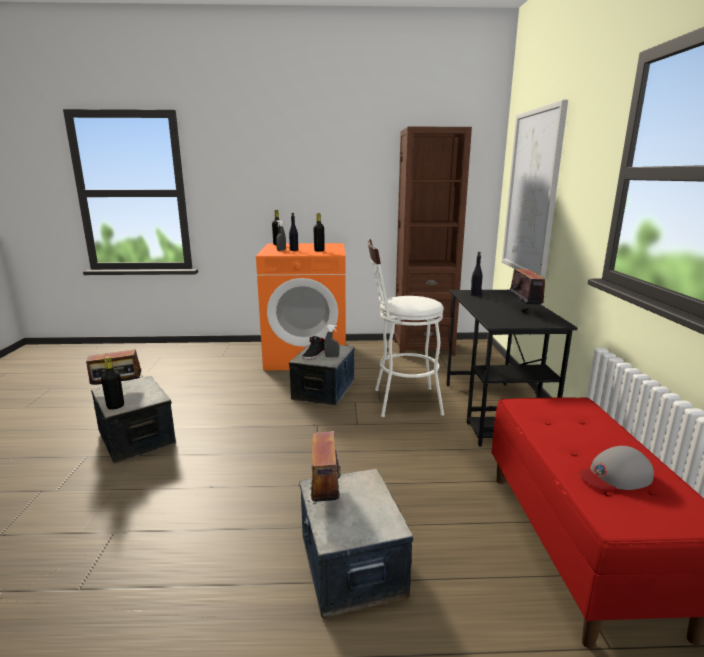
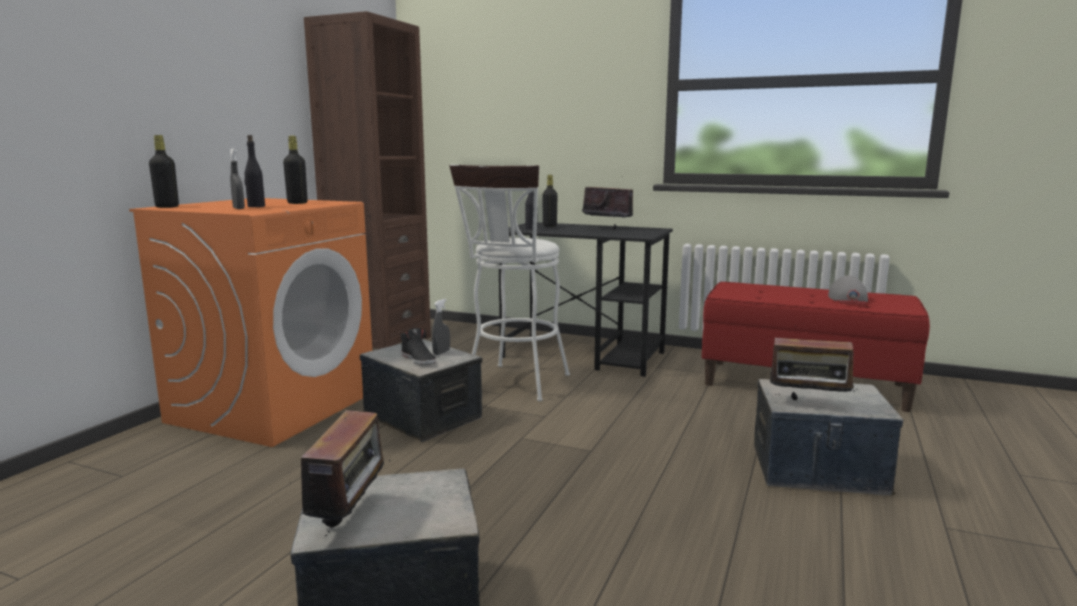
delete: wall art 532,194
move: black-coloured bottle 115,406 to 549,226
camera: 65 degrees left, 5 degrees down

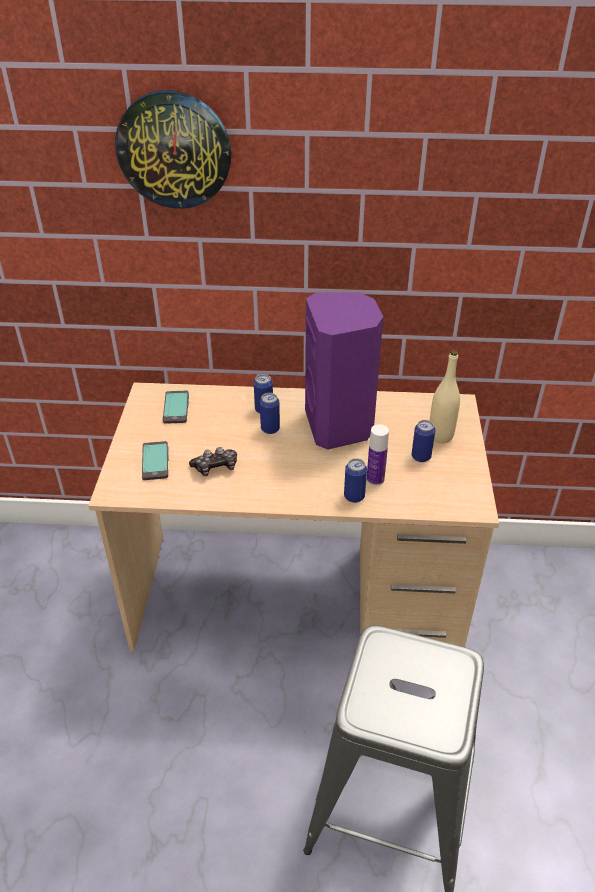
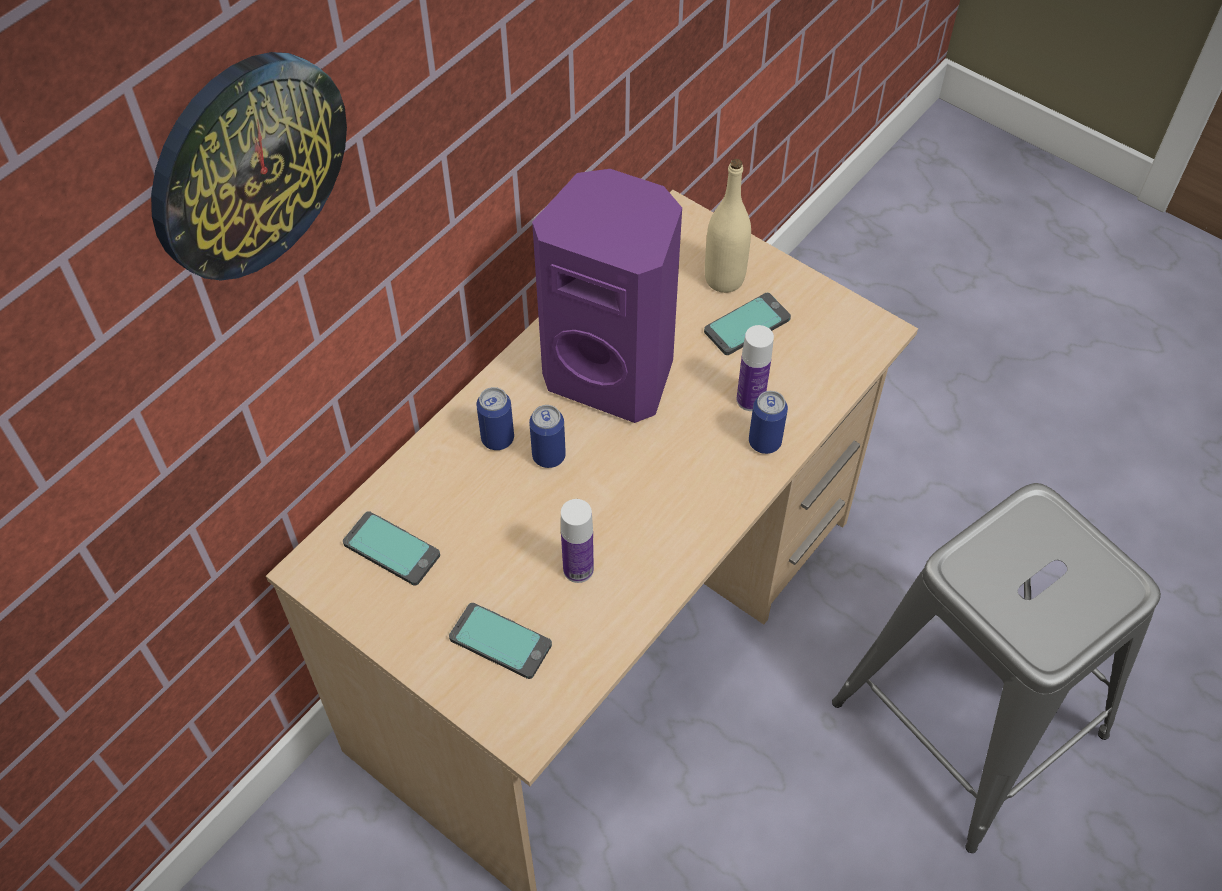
replace: joypad 215,467 to bottle 578,569; sealed can 421,456 to phone 746,325
camera: 55 degrees left, 15 degrees up

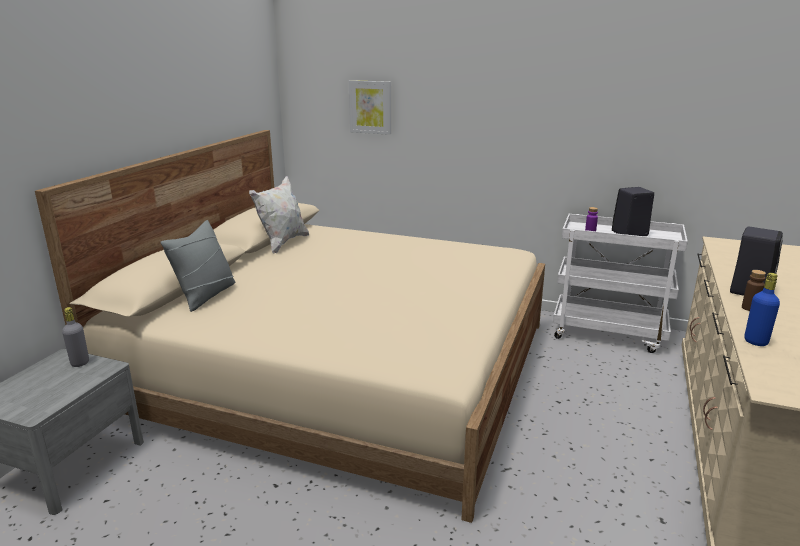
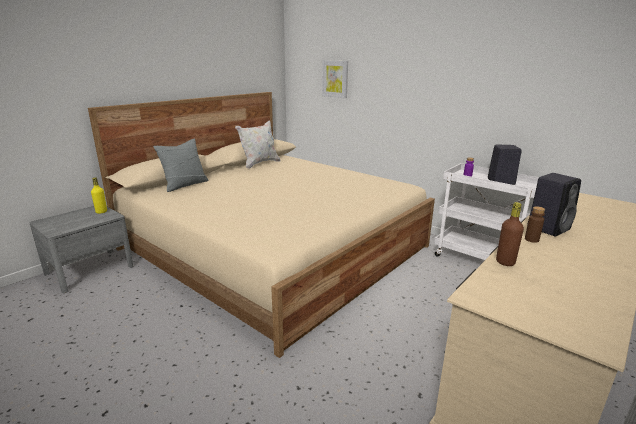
recolor: gray bottle 80,363 to yellow-coloured bottle 101,212; blue bottle 755,341 to brownish bottle 505,262
camera: 20 degrees right, 0 degrees up

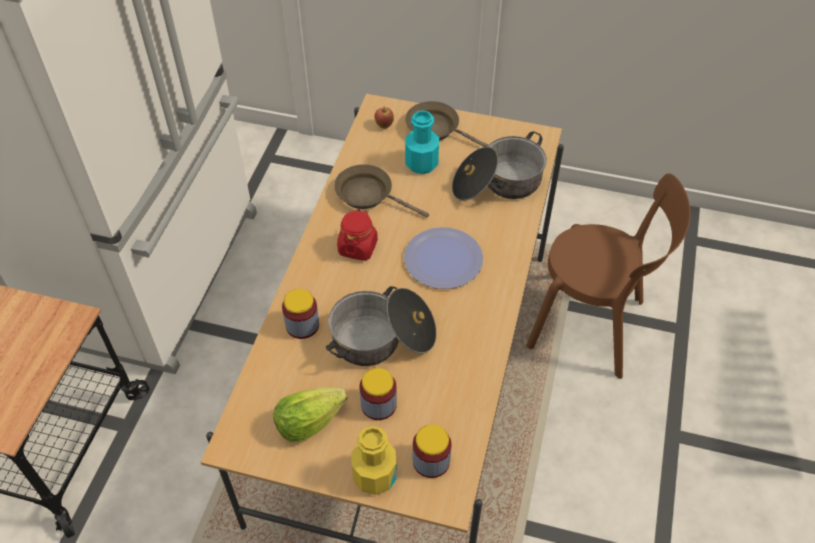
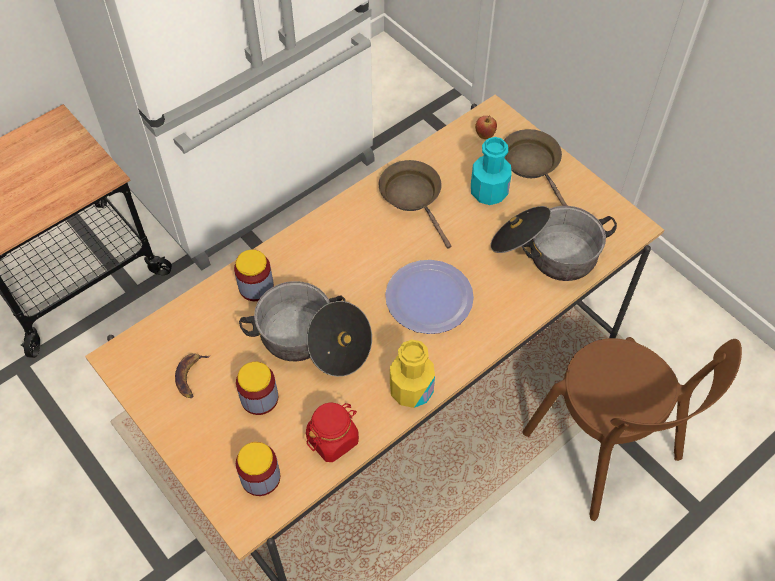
move: reddish jar 358,247 to 333,439; yellow-coloured bottle 374,476 to 411,390
replace: head of lettuce 308,422 to whole banana 191,376
camera: 35 degrees right, 5 degrees up

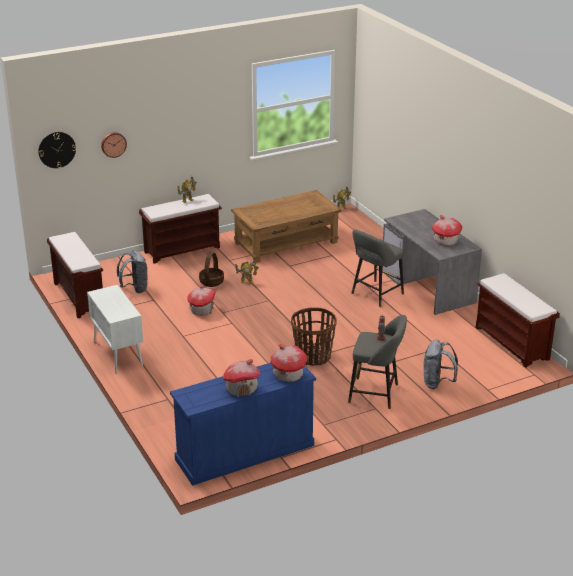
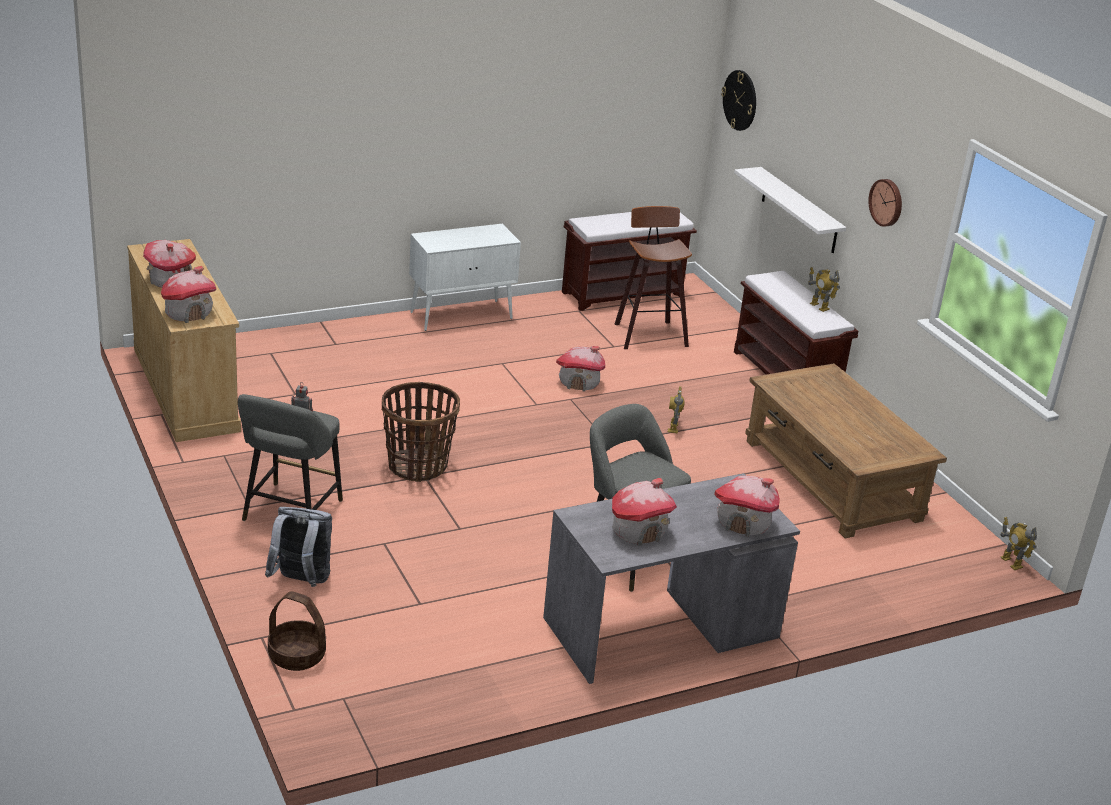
delete: brownish long seat 512,343
insert: miniature house 744,523; white shelf 799,211
move: basket 211,281 to 297,655; wall clock 113,144 to 887,202
replace: gray backpack 135,289 to stool seat 648,334
recolor: blue dresser 244,453 to beige dresser 185,388
camera: 90 degrees right, 0 degrees up

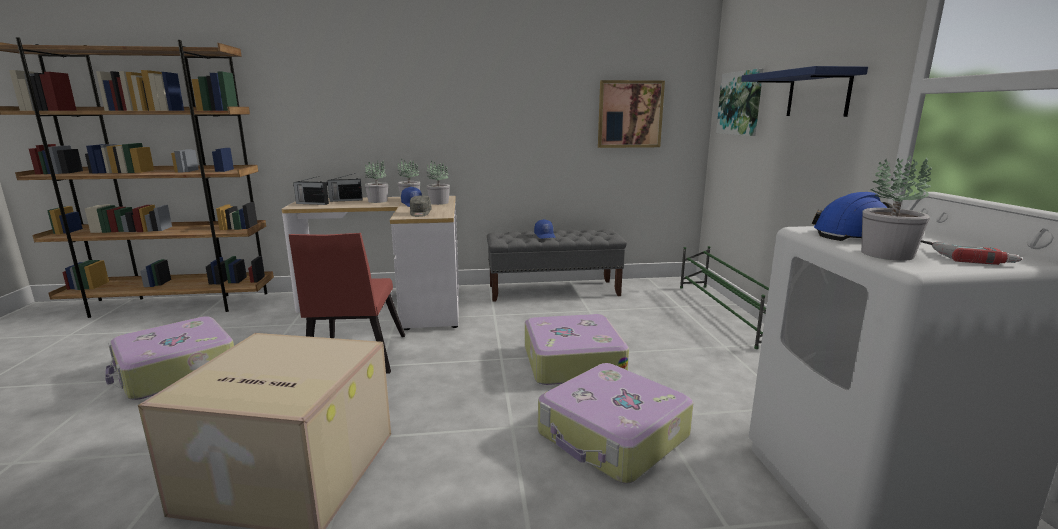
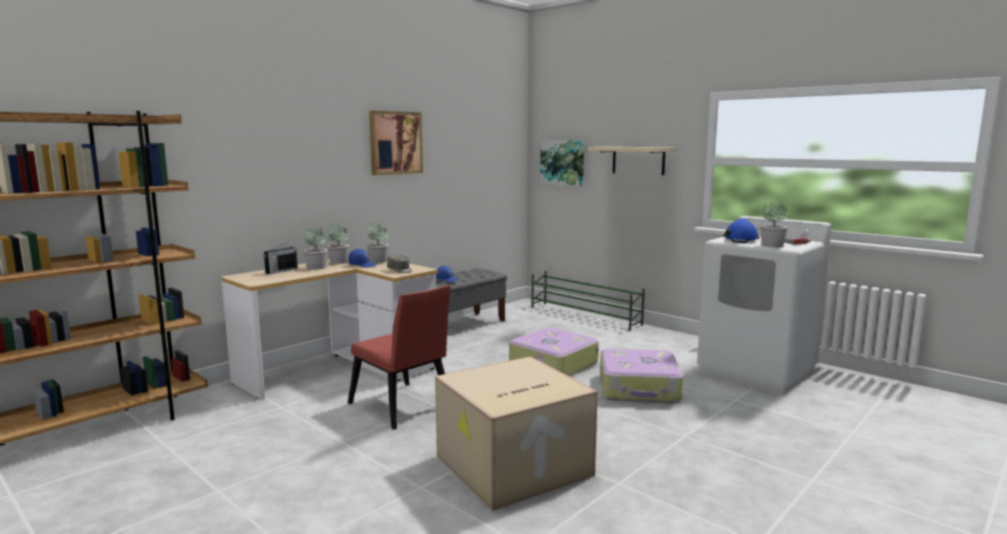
delete: piece of luggage 176,371; radio set 312,203
move: wall art 630,114 to 395,143
recolor: blue shelf 818,94 to beige shelf 638,160
camera: 40 degrees left, 5 degrees down

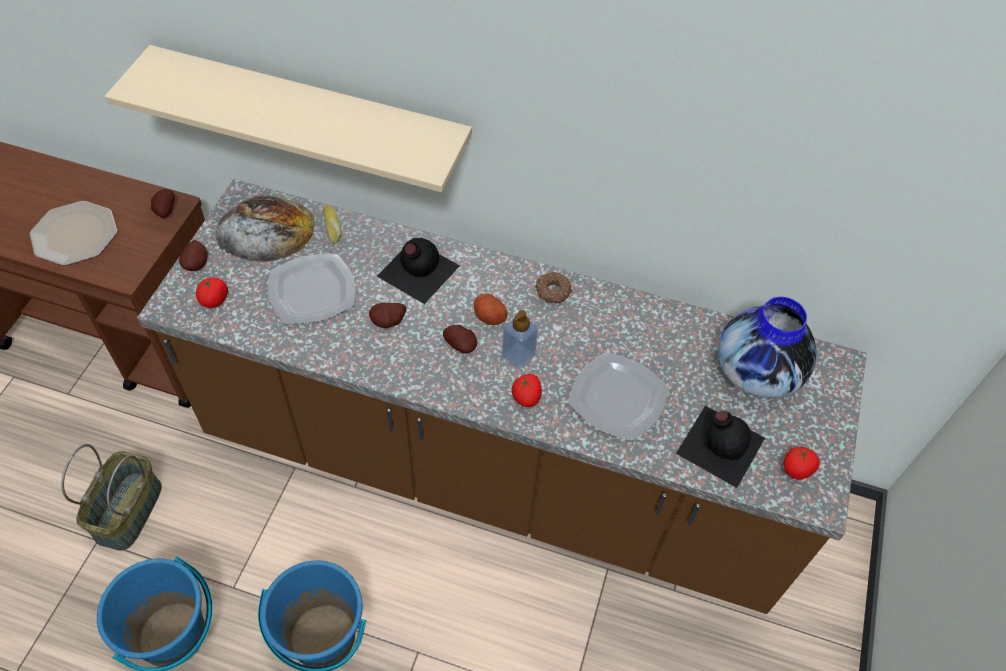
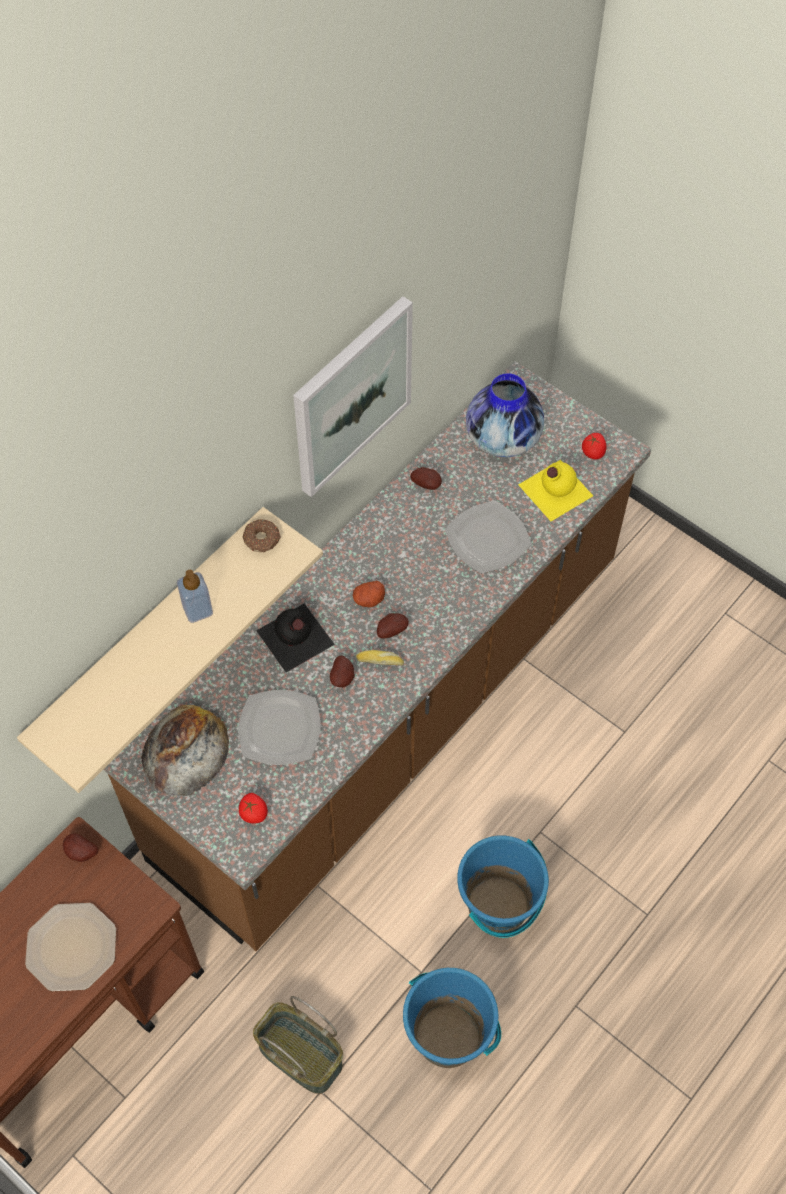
delete: tomato 526,397
insert: wall art 351,395
move: soap dispenser 518,355 to 197,610; ring doughnut 553,292 to 262,539; baked bread 333,227 to 380,660; whole potato 198,264 to 427,484
recolor: black-coloured bottle 720,444 to yellow-coloured bottle 554,490
camera: 65 degrees left, 5 degrees up

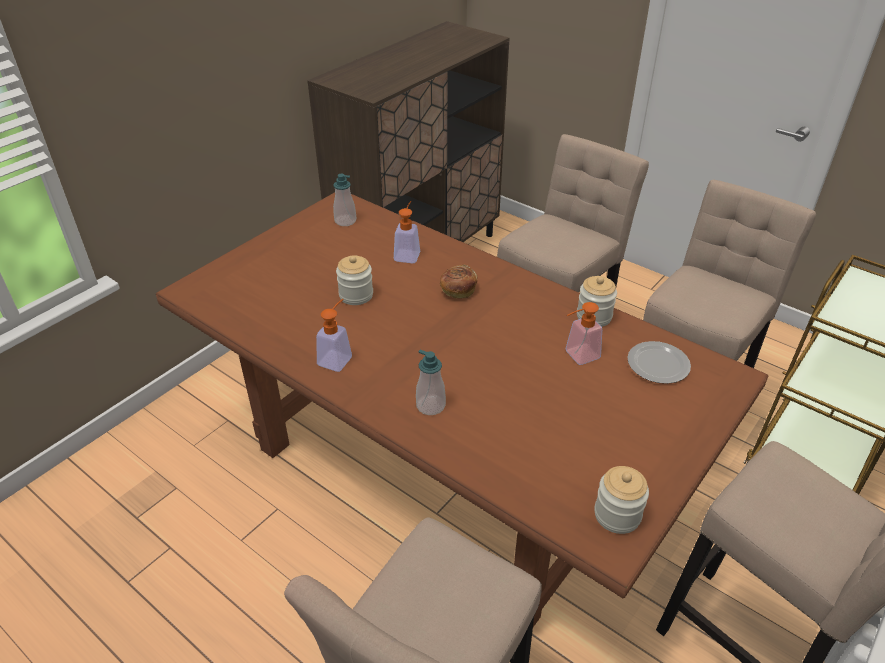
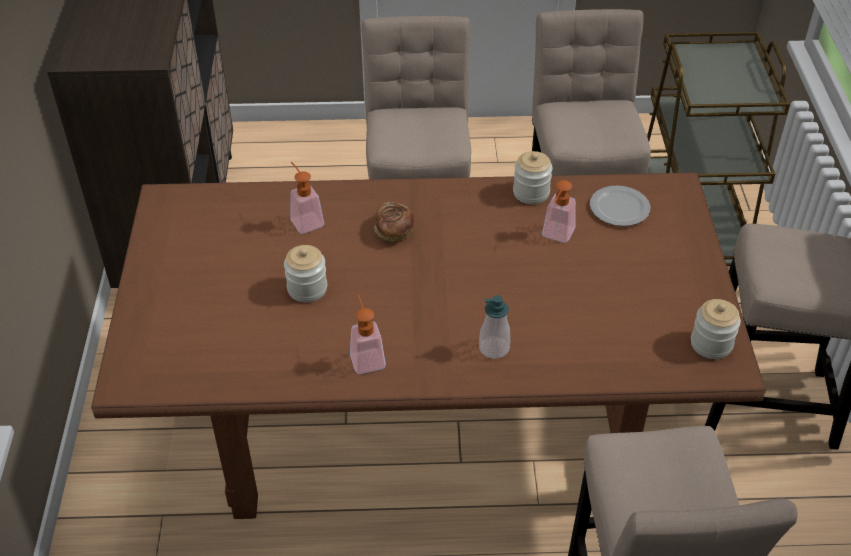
delete: soap dispenser 345,221
camera: 40 degrees left, 5 degrees up

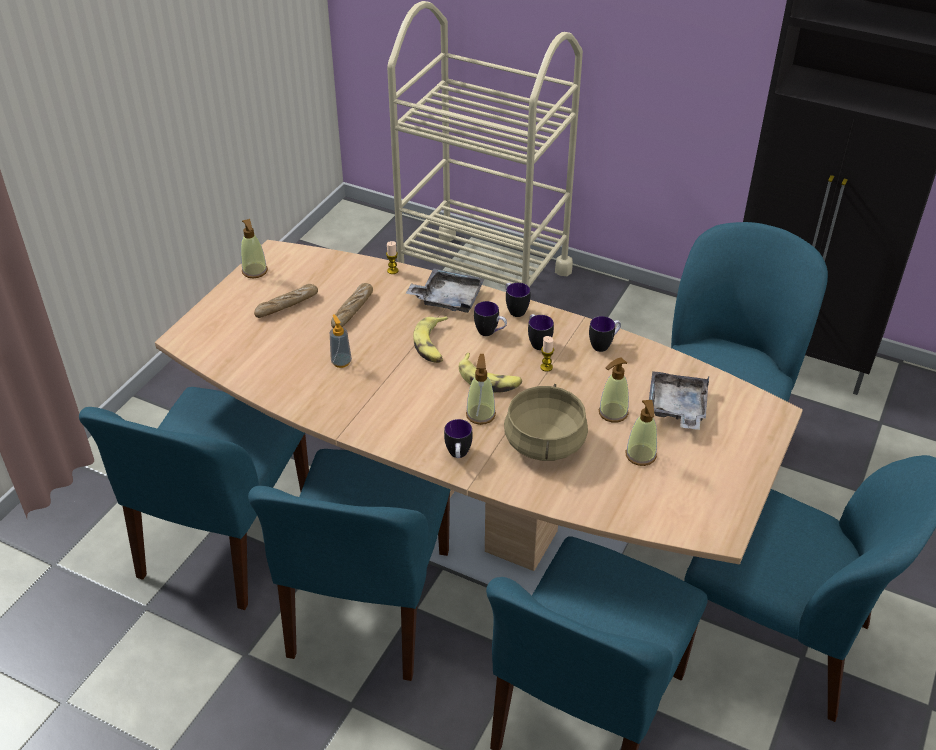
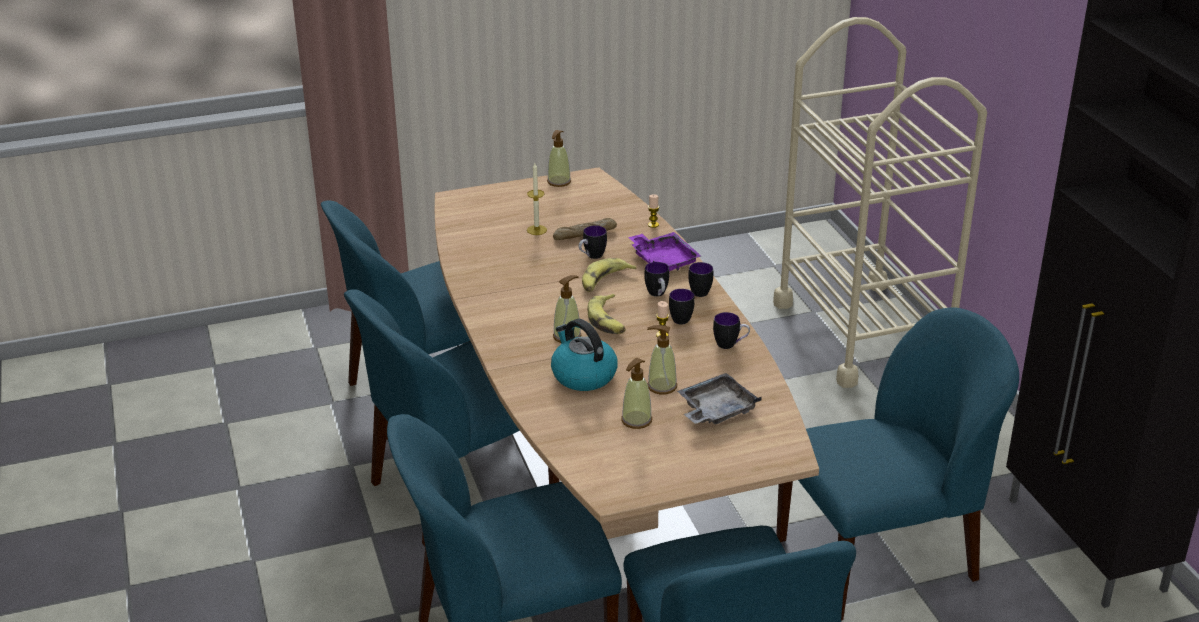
delete: baked bread 287,306; soap dispenser 341,362
insert: candle 536,230
move: coffee mug 458,456 to 591,257
replace: beige saucepot 545,442 to kettle 583,375
recolor: gray serving tray 448,299 to purple-coloured serving tray 663,260
camera: 45 degrees right, 10 degrees down

